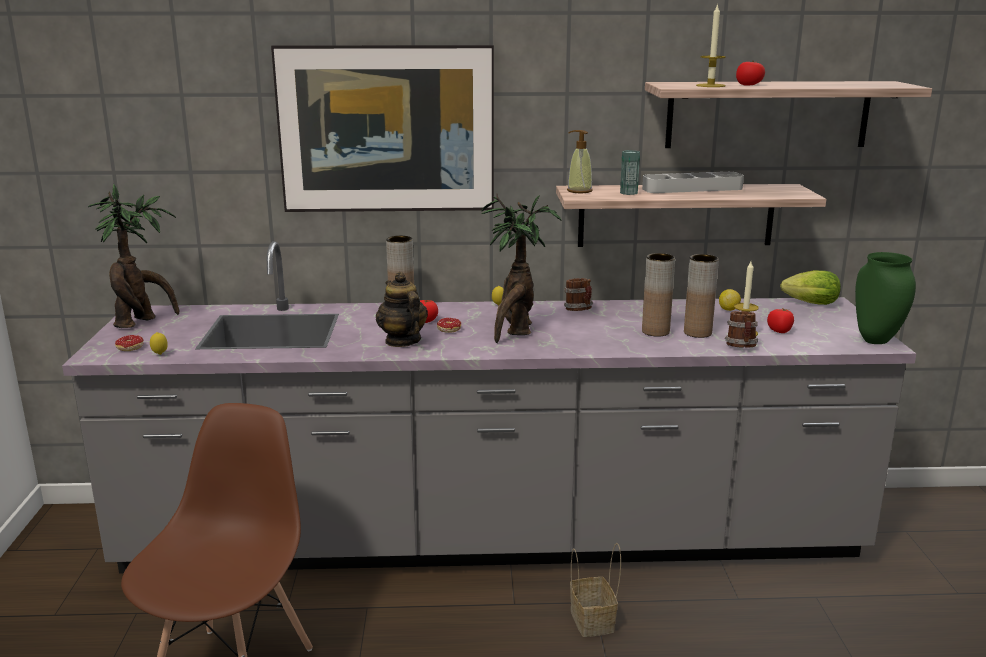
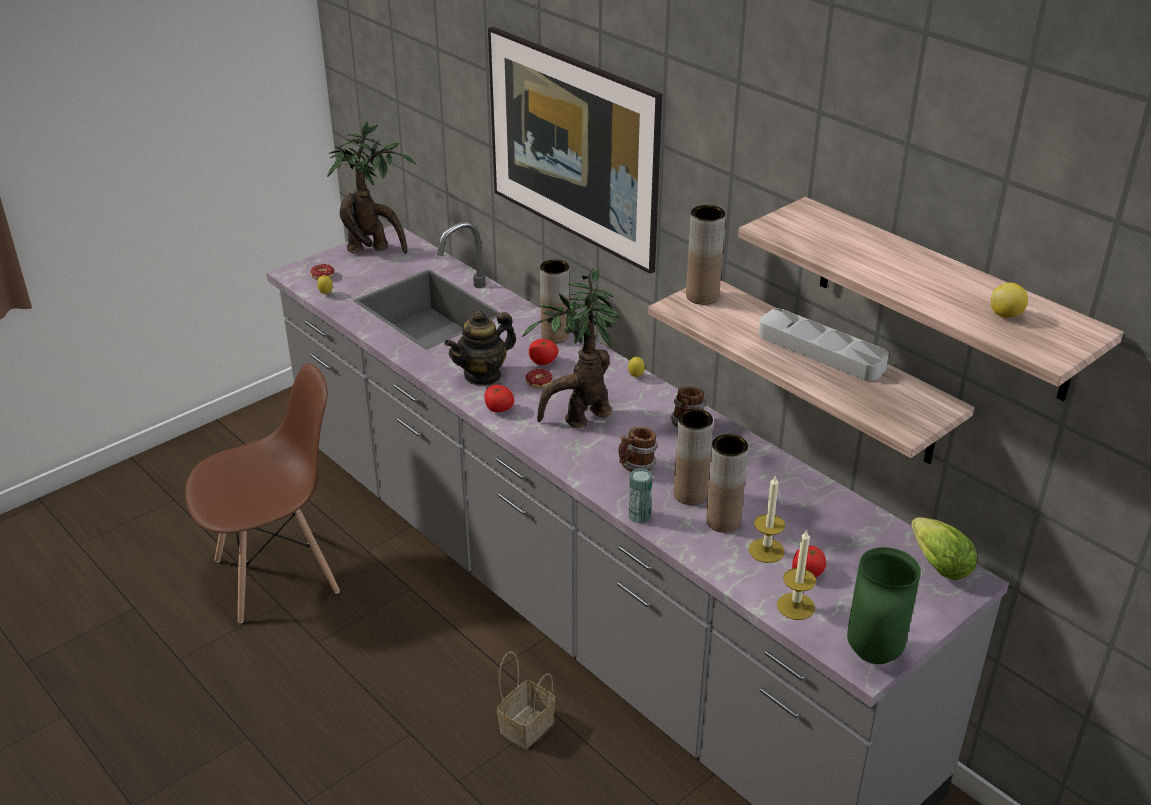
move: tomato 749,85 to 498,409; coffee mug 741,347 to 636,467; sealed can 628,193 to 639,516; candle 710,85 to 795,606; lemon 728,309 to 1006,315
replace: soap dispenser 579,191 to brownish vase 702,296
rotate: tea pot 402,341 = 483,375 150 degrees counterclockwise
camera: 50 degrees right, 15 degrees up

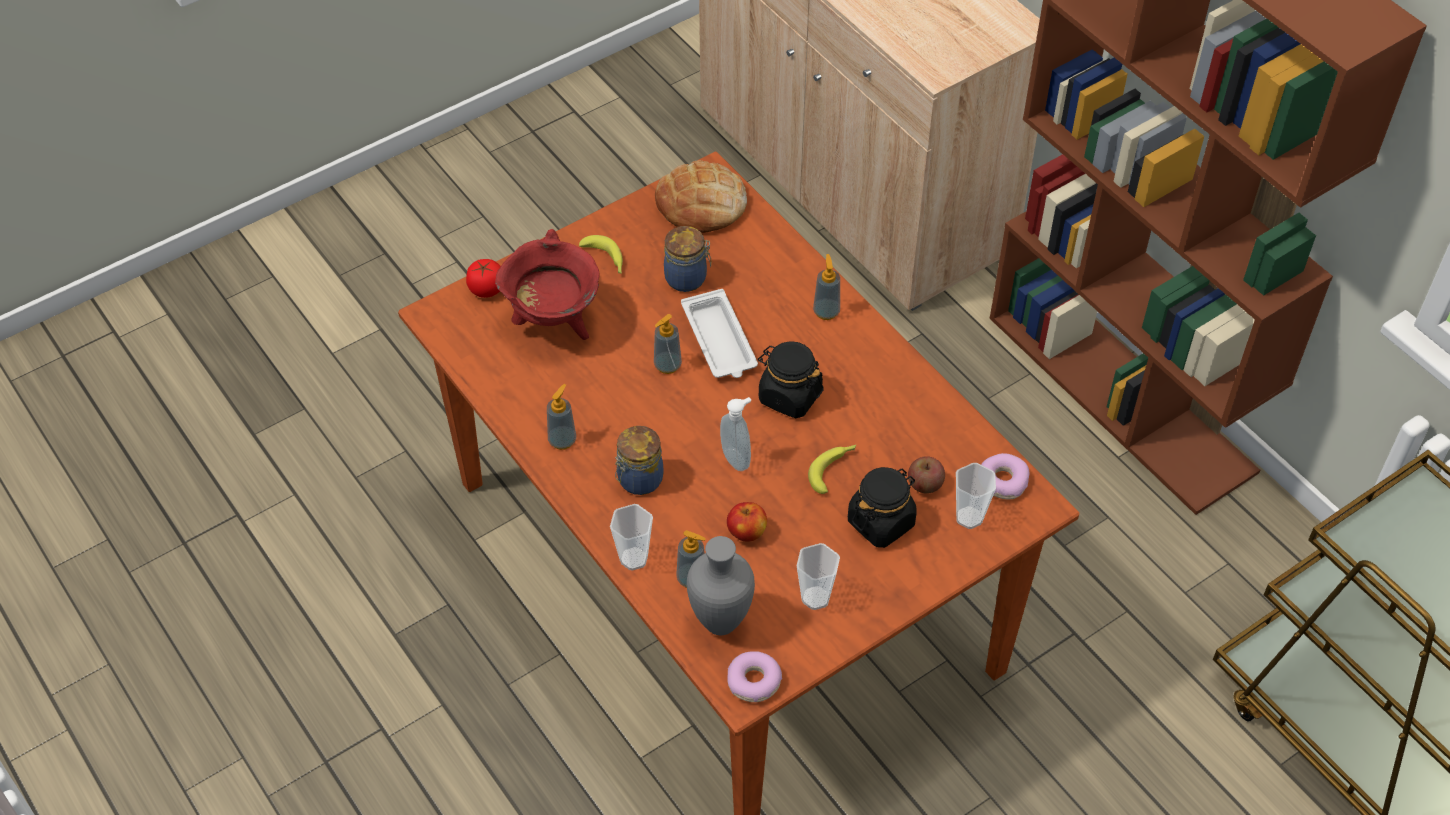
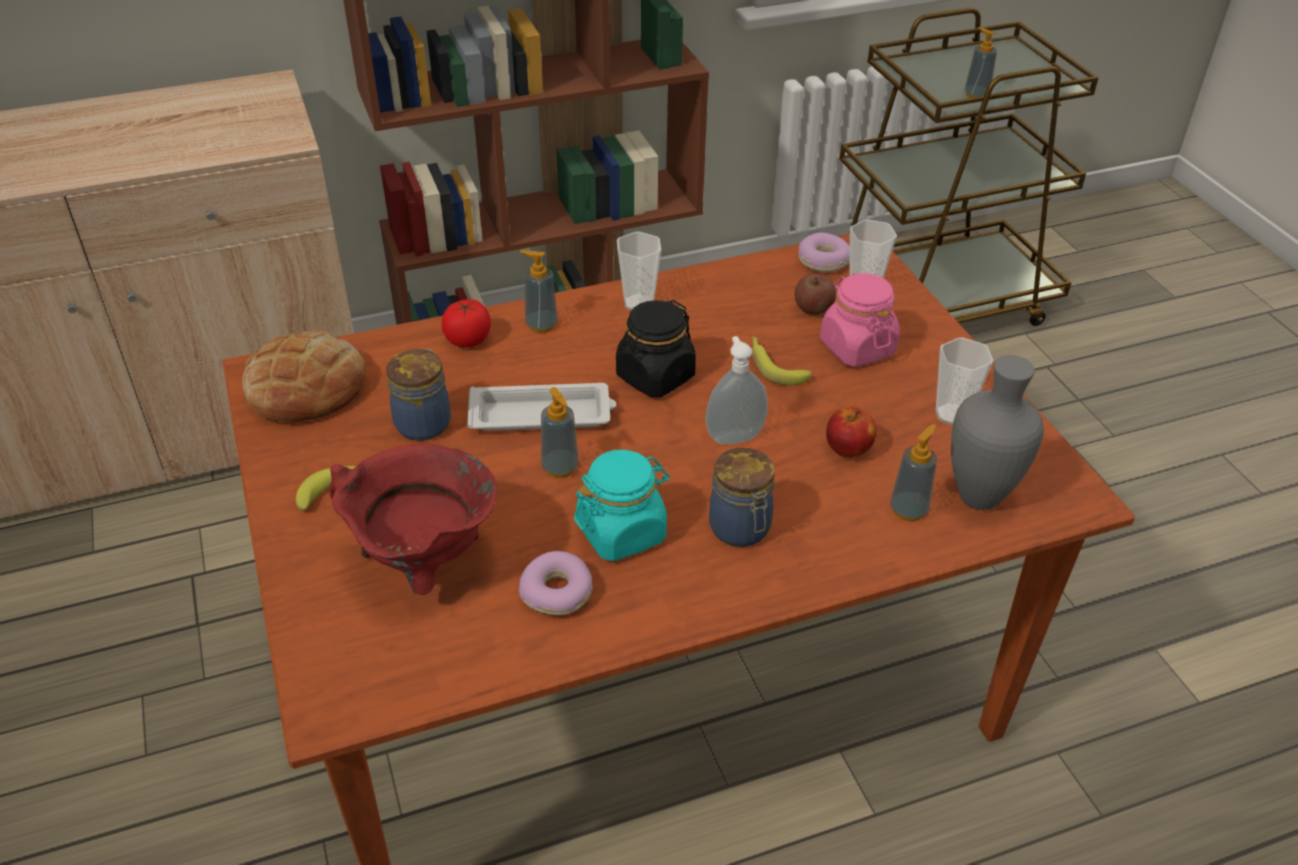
insert: turquoise jar 622,532
move: tomato 487,289 to 468,339; ring doughnut 754,682 to 557,592; small cup 633,558 to 638,303; soap dispenser 562,440 to 976,95
recolor: black-coloured jar 881,522 to pink jar 856,347
camera: 75 degrees left, 10 degrees down

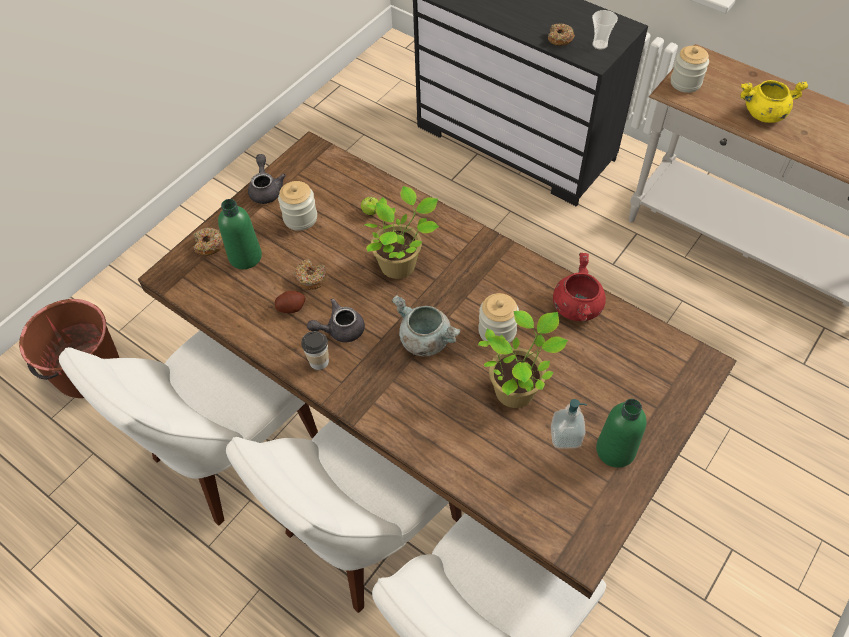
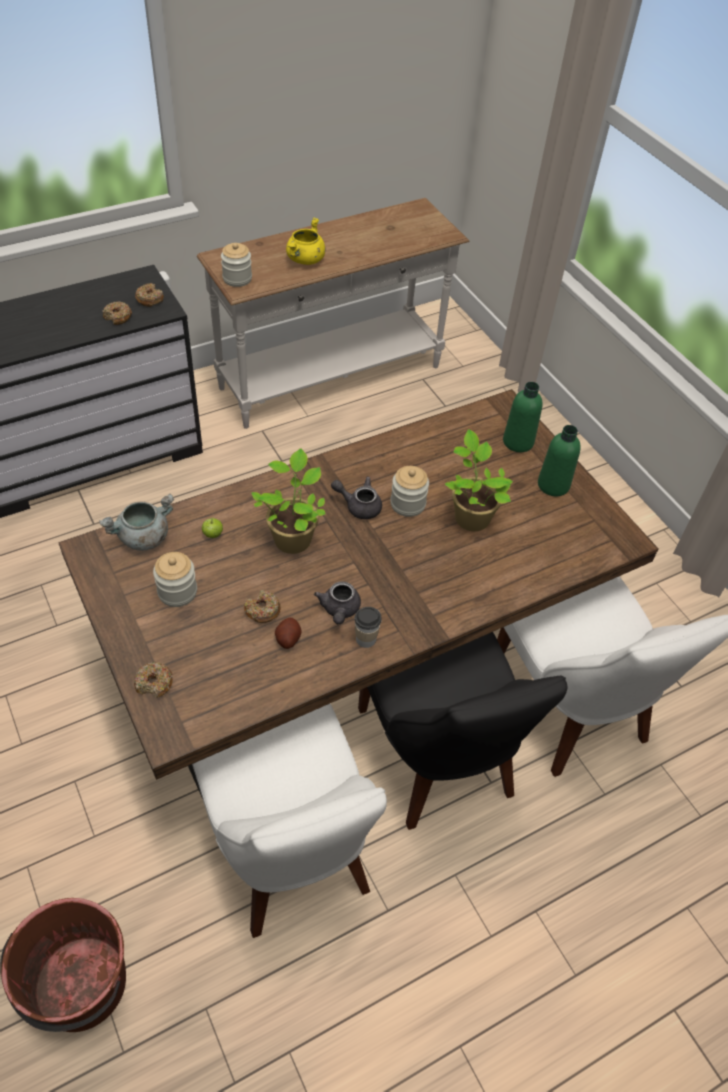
delete: soap dispenser 565,436; reddish saucepot 576,307
move: gray saucepot 425,340 to 143,538; gray tea pot 266,189 to 359,506; greenish bottle 245,257 to 518,442
replace: small cup 600,44 to ring doughnut 149,299
recolor: white plain chair 365,530 to black-coloured plain chair 438,758
camera: 70 degrees left, 5 degrees down

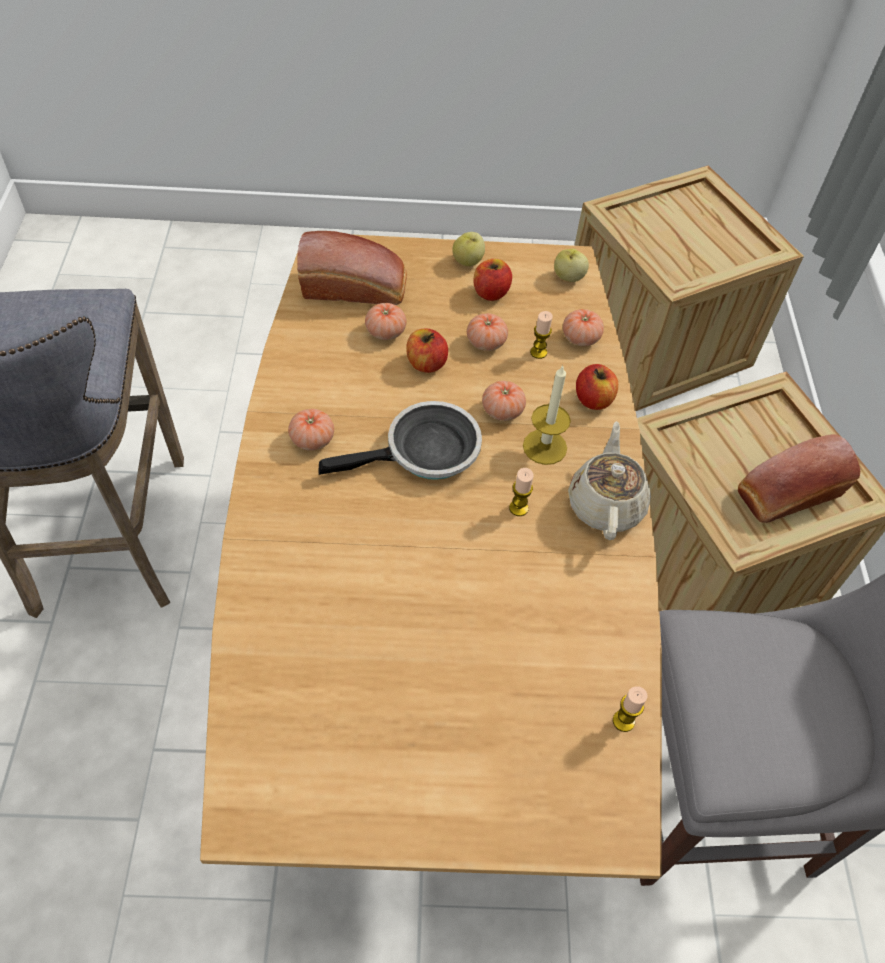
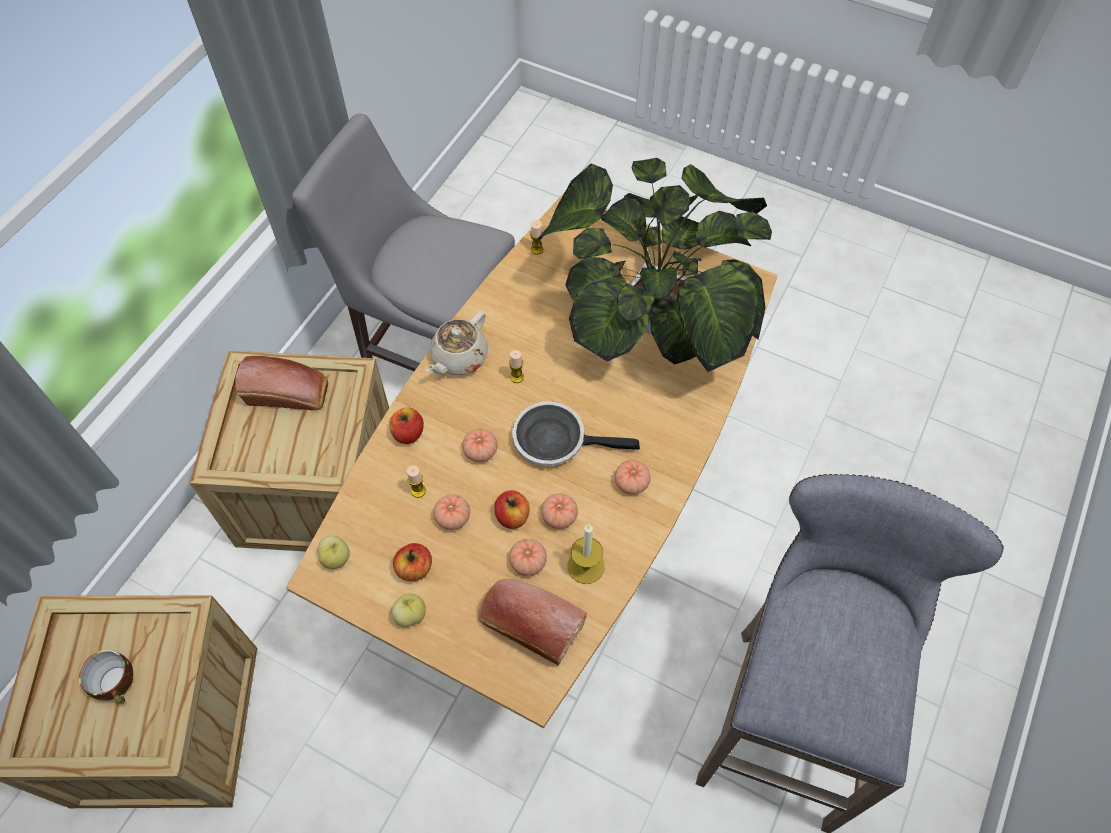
insert: small cup 119,683; houseplant 655,312
move: tomato 580,338 to 559,516; candle 544,447 to 585,566
camera: 150 degrees left, 5 degrees up

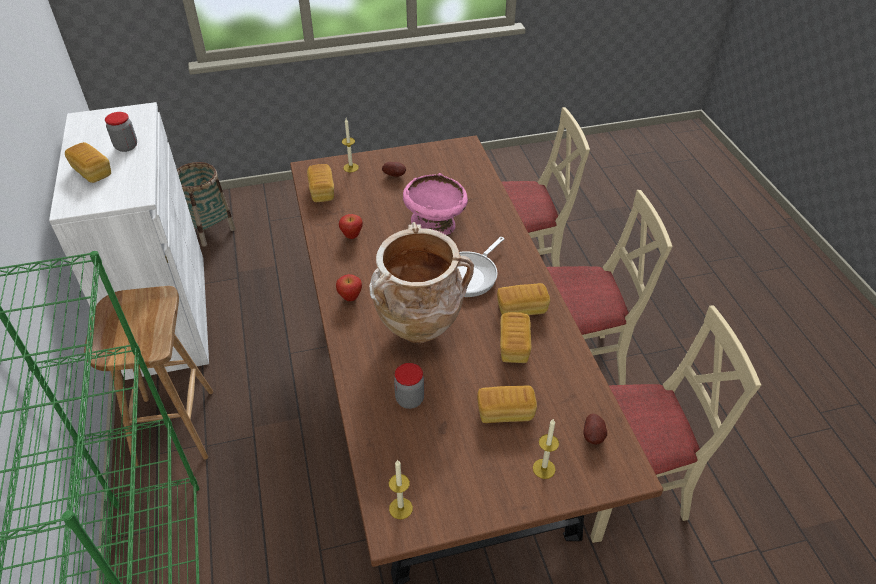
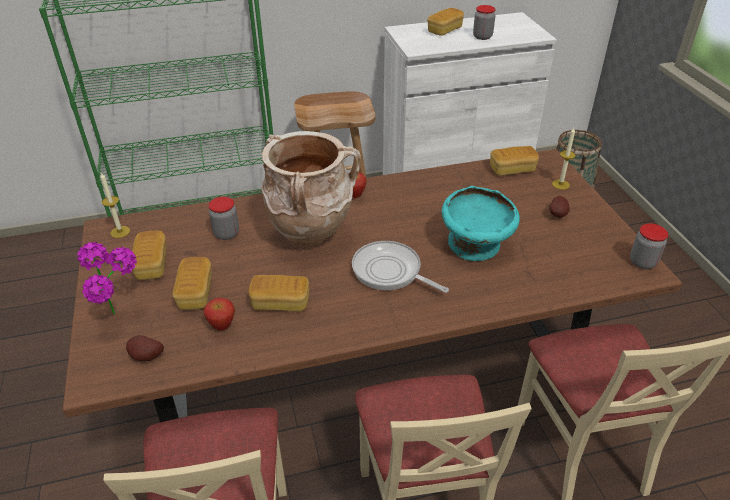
insert: jar 642,262
move: baked bread 522,309 to 152,265; apple 352,236 to 222,326
replace: candle 544,468 to houseplant 123,316
recolor: pink serving bowl 435,223 to turquoise serving bowl 476,246
camera: 90 degrees right, 5 degrees down

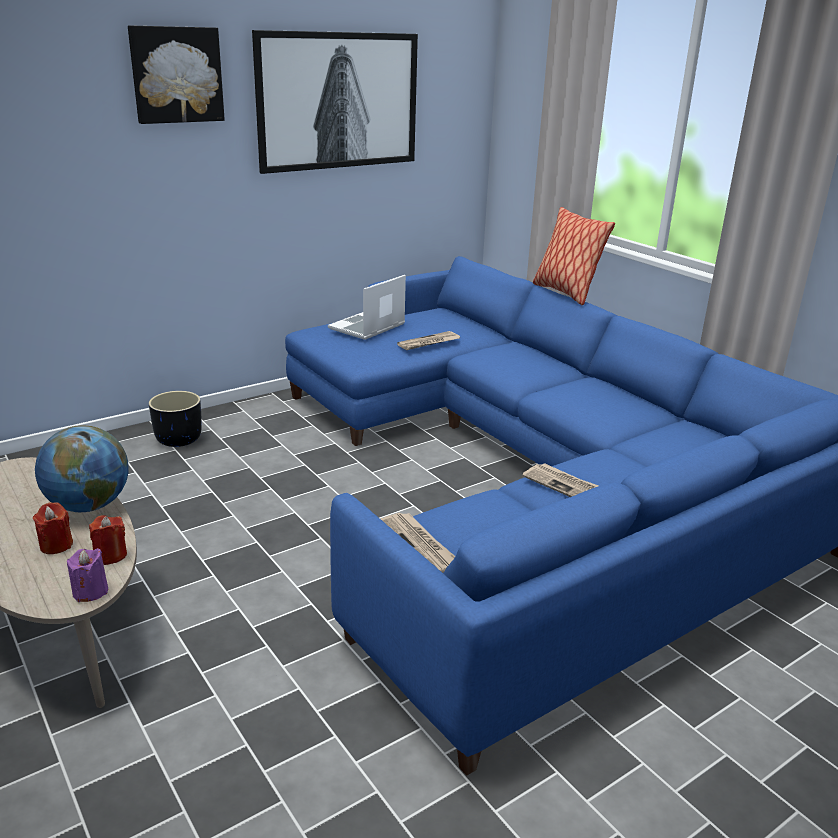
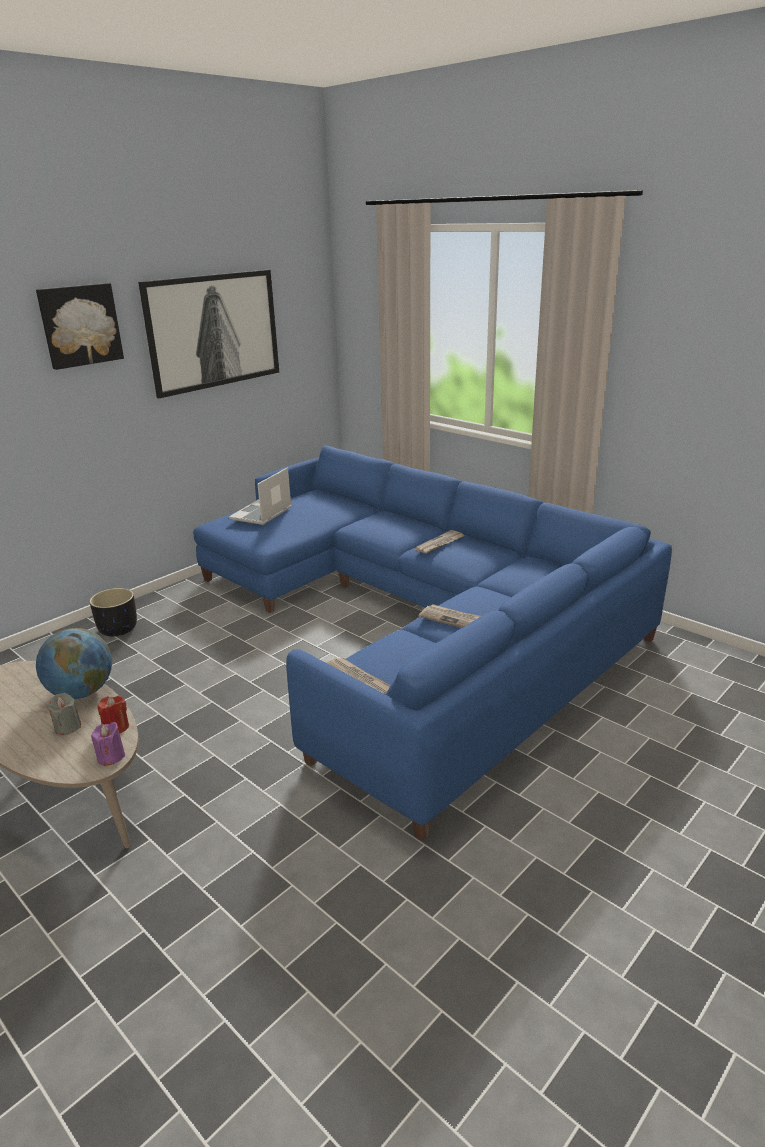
delete: pillow 565,293
move: printed paper 429,343 to 440,544
recolor: reddish candle 56,545 to gray candle 67,727
camera: 10 degrees left, 0 degrees up

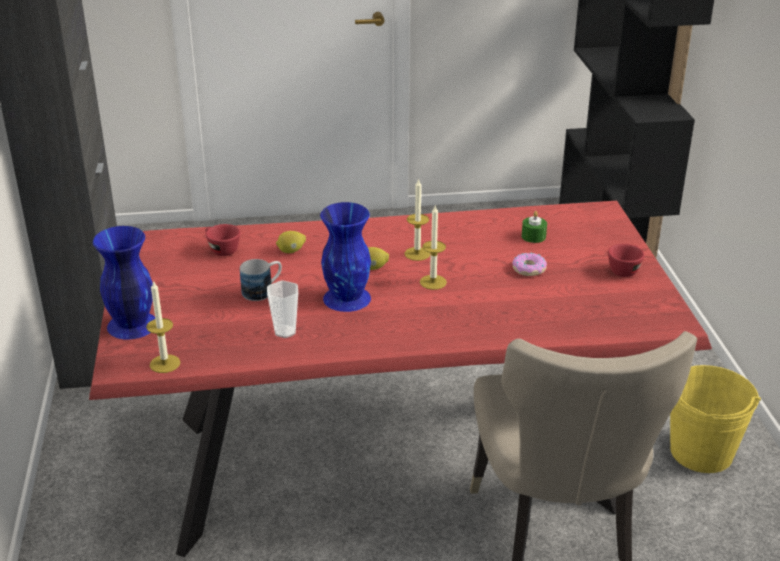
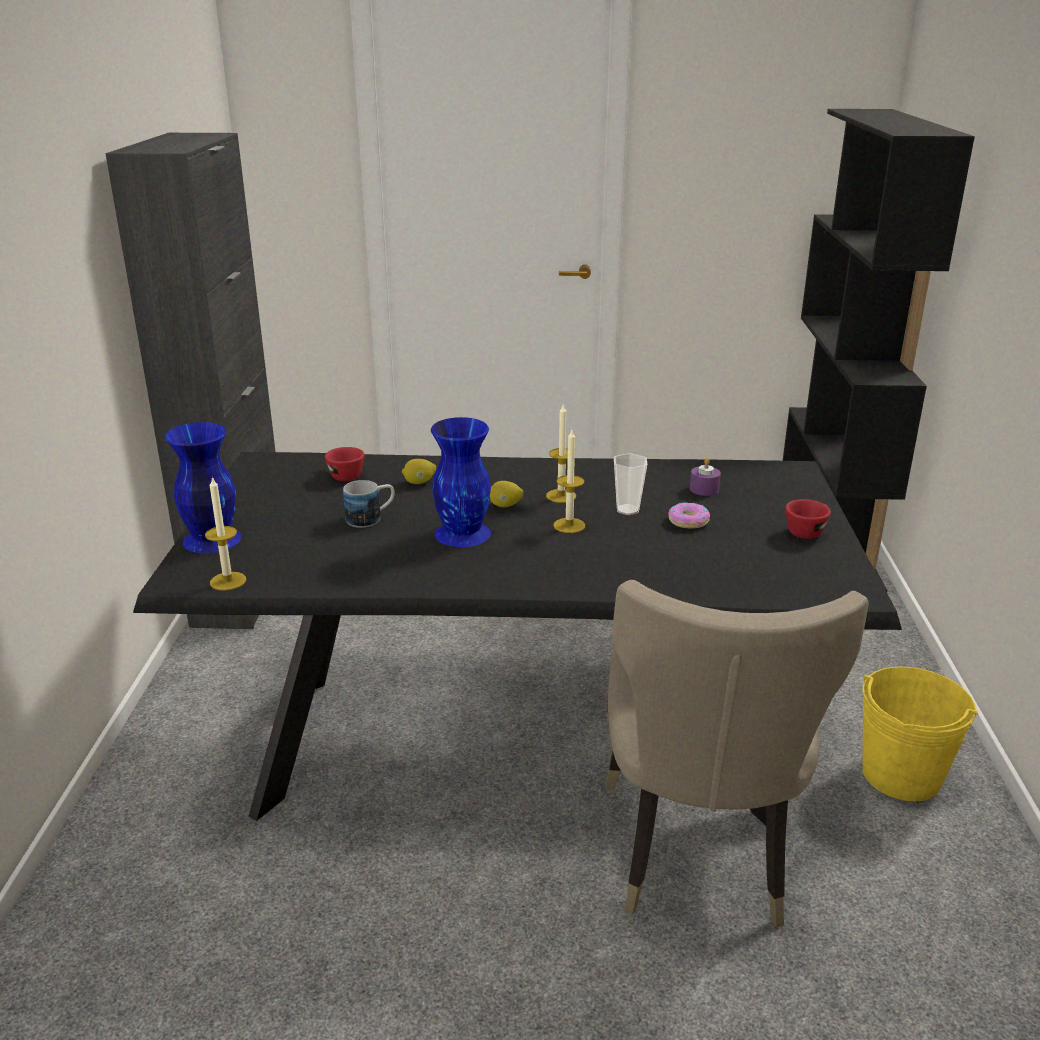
move: small cup 285,332 to 627,510
recolor: reddish kitchen table 389,462 to black-coloured kitchen table 520,743; greenish candle 533,236 to purple-coloured candle 704,489
camera: 10 degrees right, 5 degrees down

